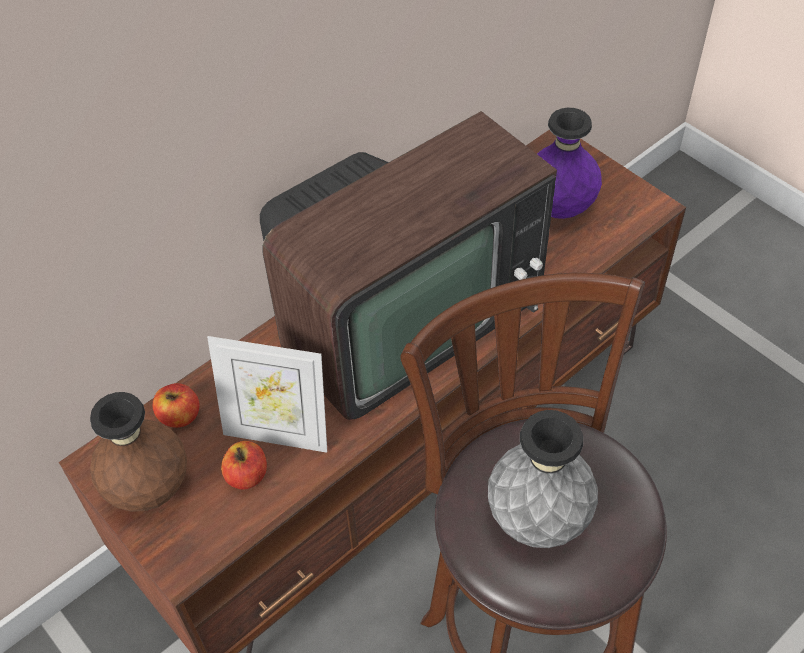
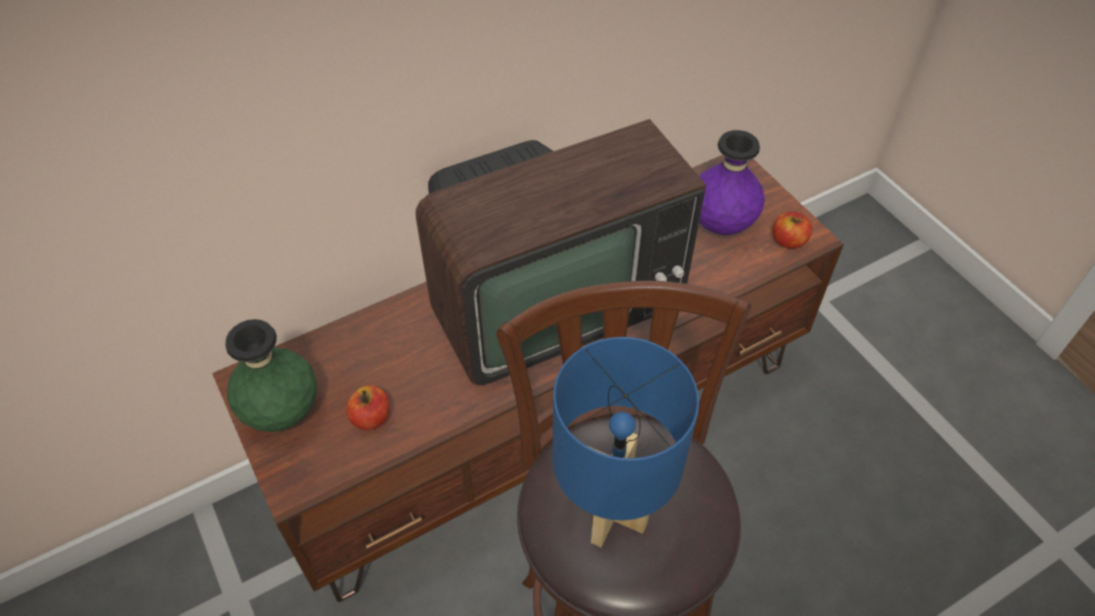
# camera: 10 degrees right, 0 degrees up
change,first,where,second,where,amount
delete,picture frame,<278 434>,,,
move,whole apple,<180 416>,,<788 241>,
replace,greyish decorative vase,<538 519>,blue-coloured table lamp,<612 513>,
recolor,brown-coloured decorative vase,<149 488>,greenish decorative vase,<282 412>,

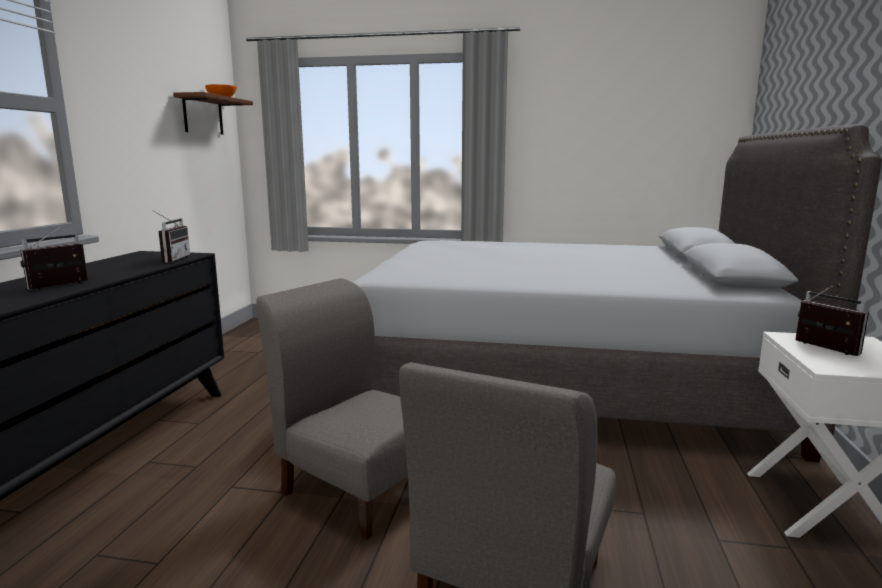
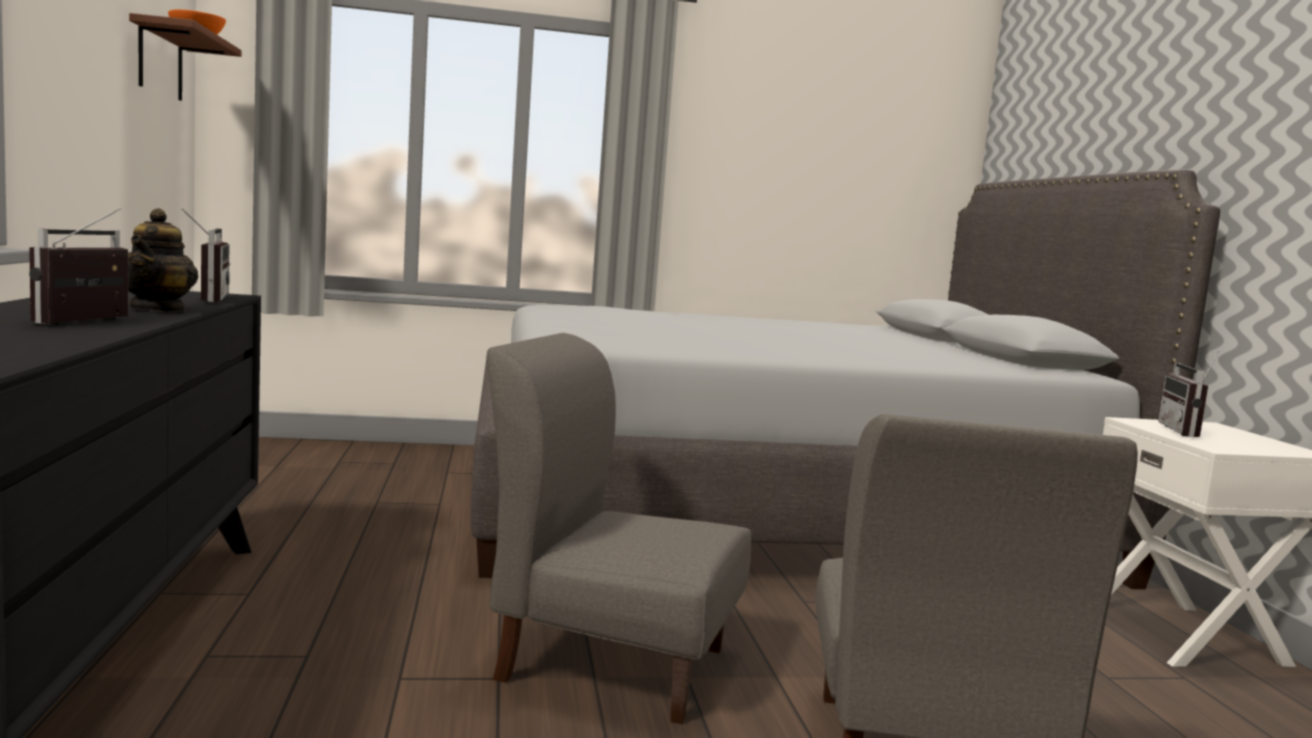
# camera: 20 degrees left, 5 degrees down
change,first,where,second,where,amount
insert,,,pot for tea,<159 309>,
rotate,radio receiver,<822 349>,,<1188 432>,120 degrees counterclockwise

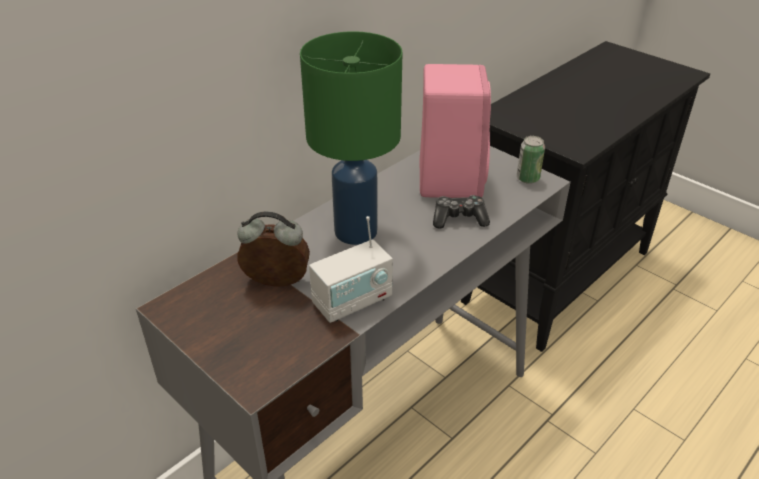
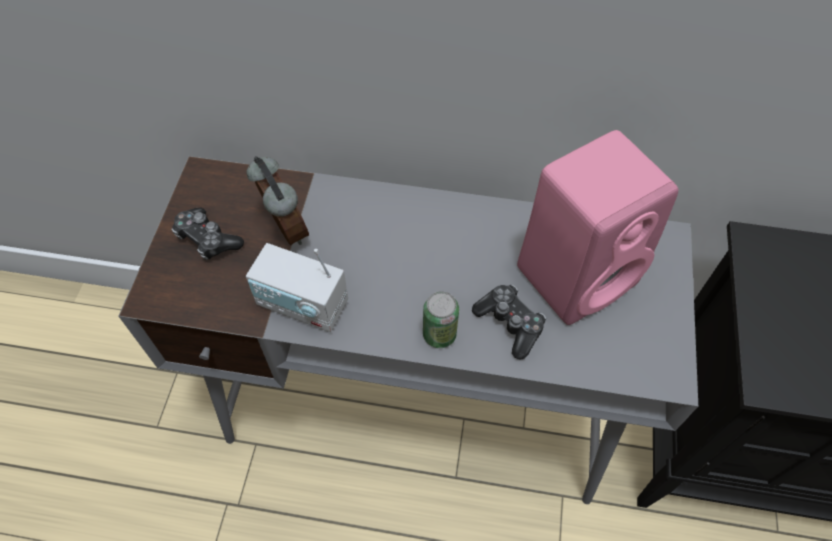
# camera: 55 degrees right, 20 degrees up
change,first,where,second,where,amount
delete,greenish table lamp,<356 232>,,,
insert,,,gamepad,<207 239>,
move,can,<527 178>,,<439 334>,

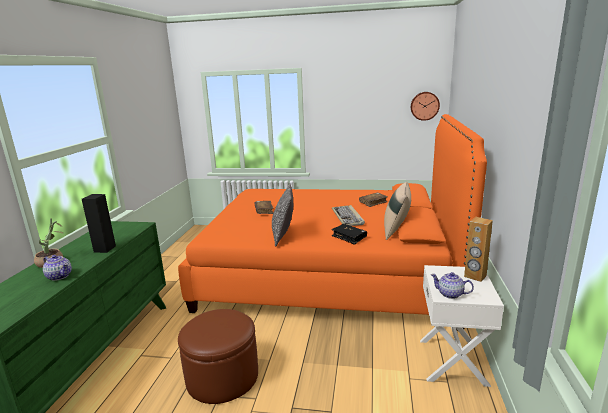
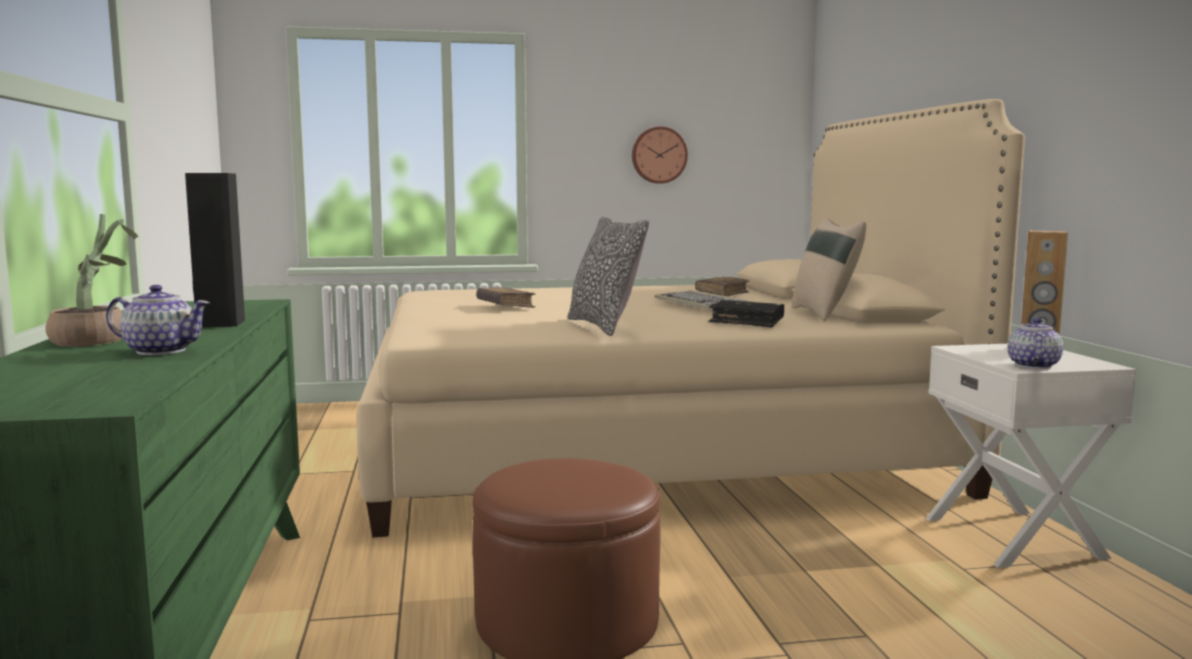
# camera: 20 degrees left, 10 degrees down
change,first,where,second,where,amount
move,hanging clock,<424 106>,,<658 155>,
recolor,orange bedroom bed,<330 274>,beige bedroom bed,<650 451>,
rotate,pot for tea,<450 294>,,<1032 365>,105 degrees clockwise

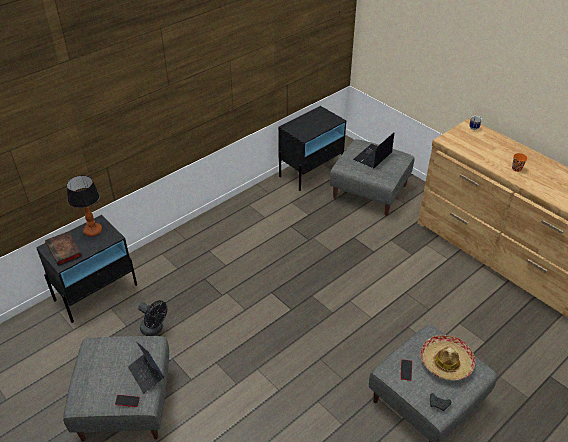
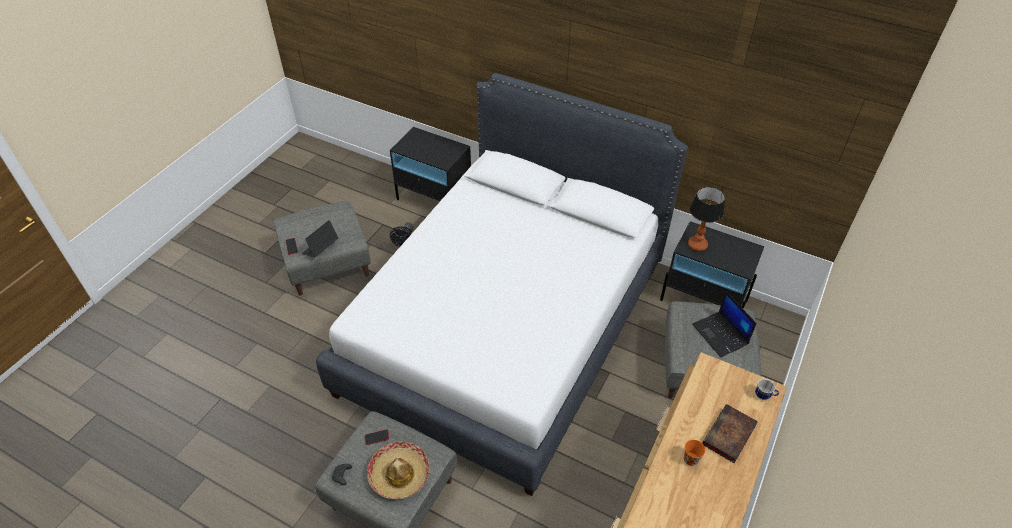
# camera: 70 degrees right, 5 degrees up
change,first,where,second,where,amount
insert,,,white-coloured bedroom bed,<506 327>,
move,volume,<64 250>,,<729 436>,
move,table lamp,<93 231>,,<697 245>,
rotate,laptop,<372 157>,,<721 334>,135 degrees counterclockwise

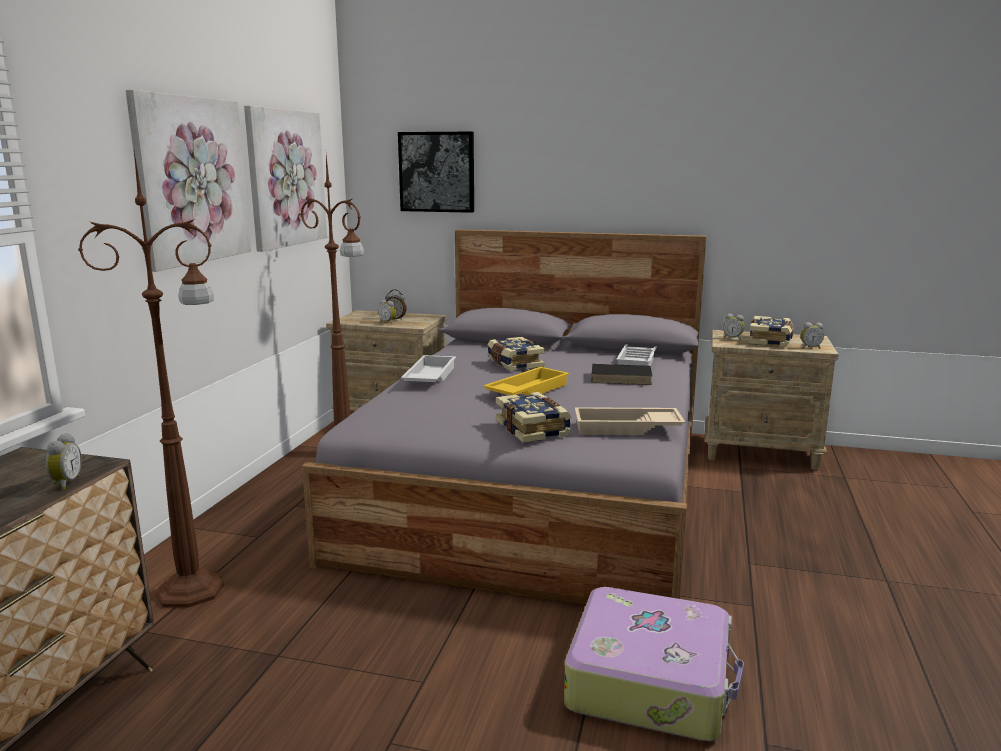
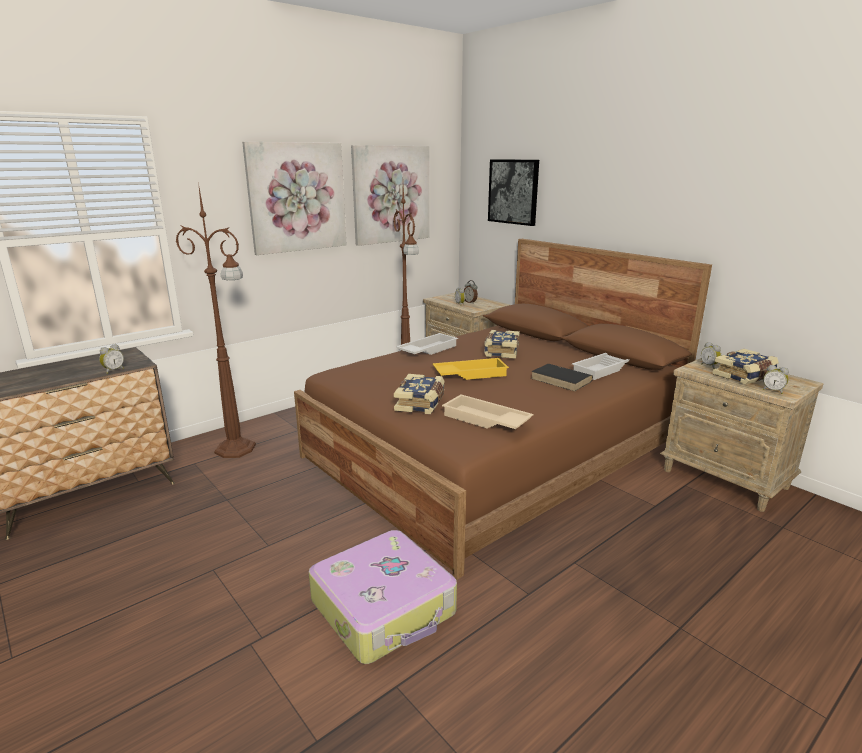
# camera: 35 degrees right, 5 degrees up
change,first,where,second,where,amount
recolor,greyish bedroom bed,<539 487>,brown-coloured bedroom bed,<495 450>,

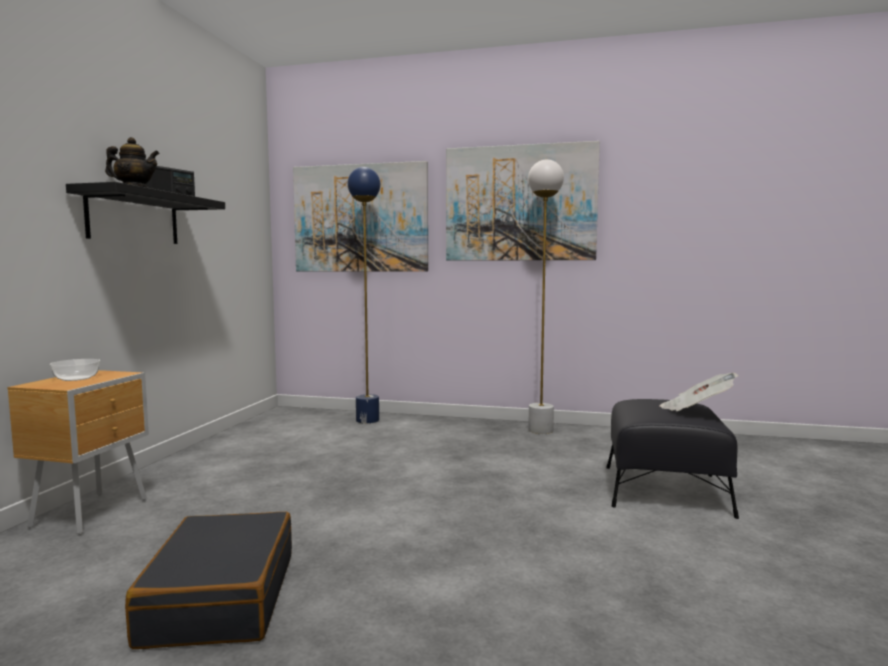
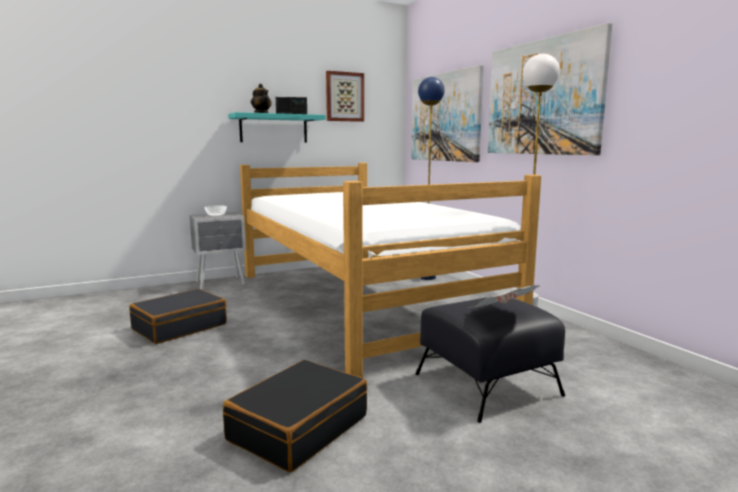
# camera: 50 degrees right, 5 degrees up
change,first,where,second,where,amount
insert,,,blackish suitcase,<298 428>,
insert,,,bedroom bed,<360 302>,
insert,,,wall art,<344 97>,
recolor,brown-coloured night table,<93 512>,greyish night table,<222 283>,
recolor,blackish wall shelf,<134 218>,blue-green wall shelf,<273 128>,

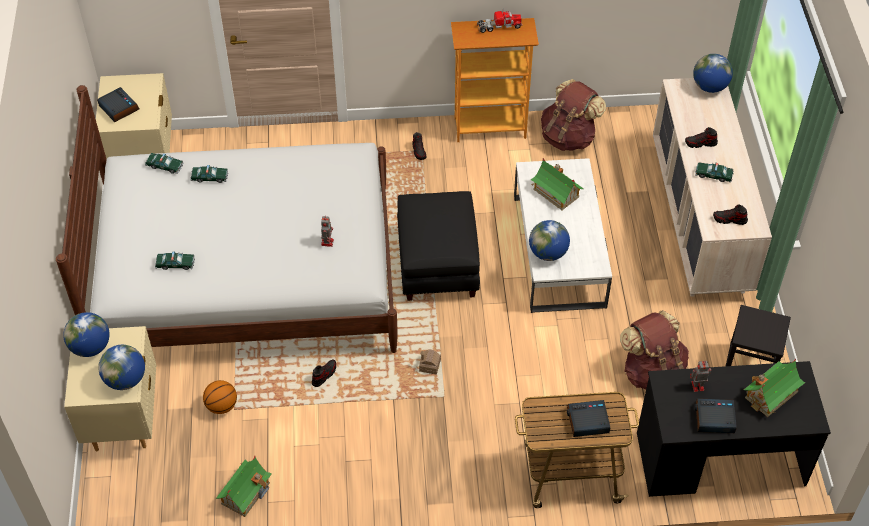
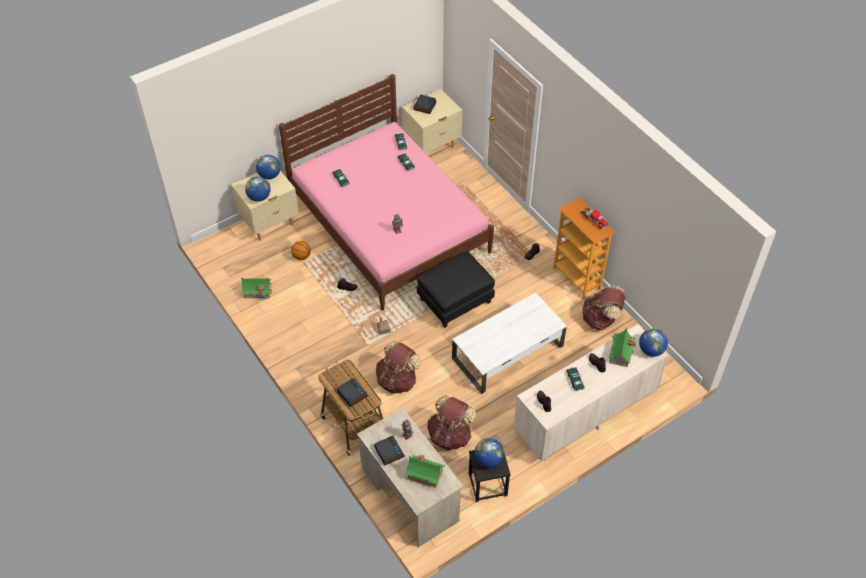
# camera: 60 degrees right, 0 degrees up
change,first,where,second,where,amount
insert,,,brown-coloured backpack,<397 380>,
move,desk globe,<548 253>,,<488 460>,
move,model house,<555 192>,,<620 353>,
recolor,white-coloured bedroom bed,<248 275>,pinkish bedroom bed,<389 225>,
recolor,blackish desk unit,<719 459>,beige desk unit,<409 494>,

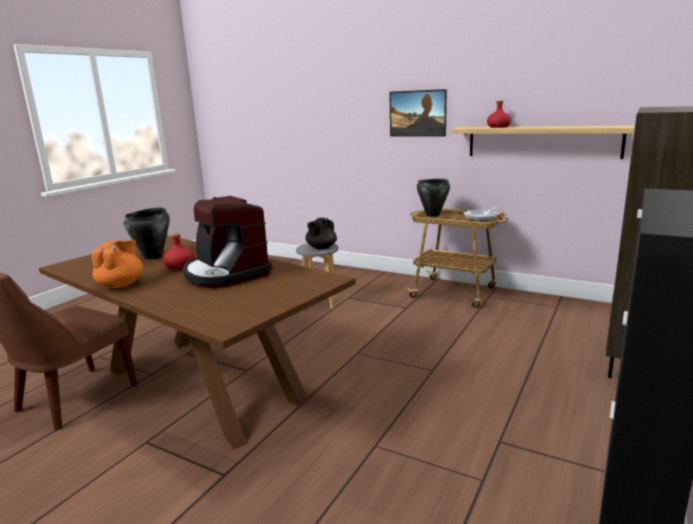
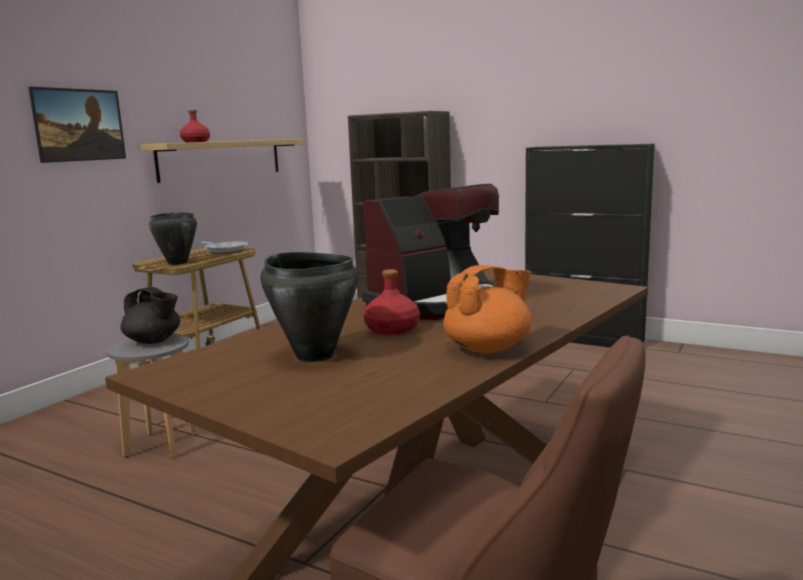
# camera: 90 degrees left, 5 degrees down
change,first,where,second,where,amount
rotate,orange pot for tea,<121 285>,,<488 348>,135 degrees clockwise

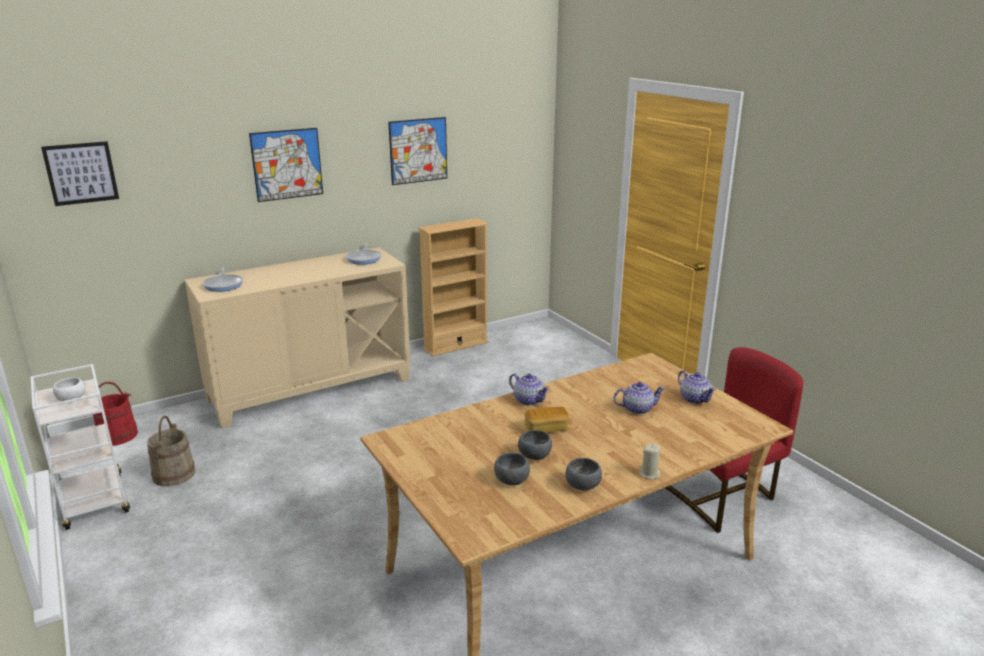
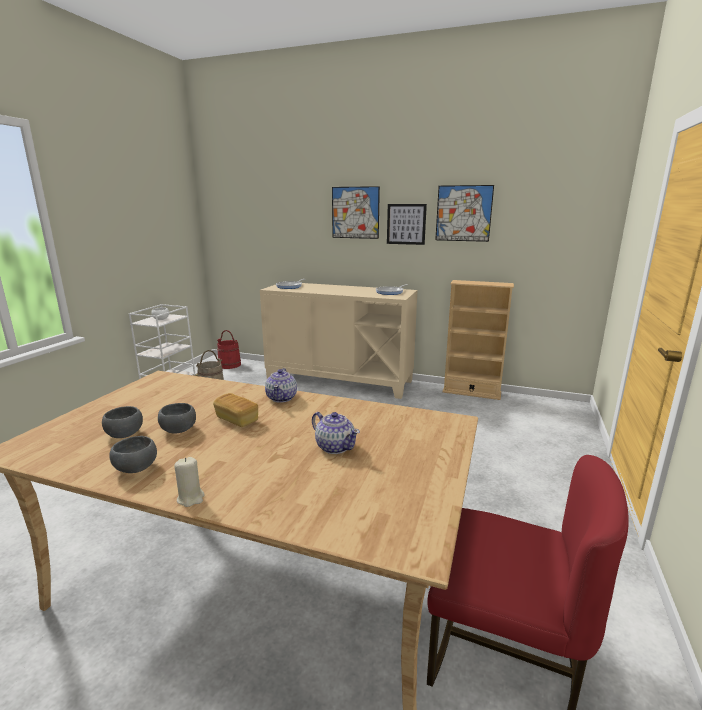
# camera: 50 degrees right, 5 degrees down
change,first,where,second,where,amount
delete,pot for tea,<694 399>,,,
move,wall art,<81 173>,,<406 224>,

